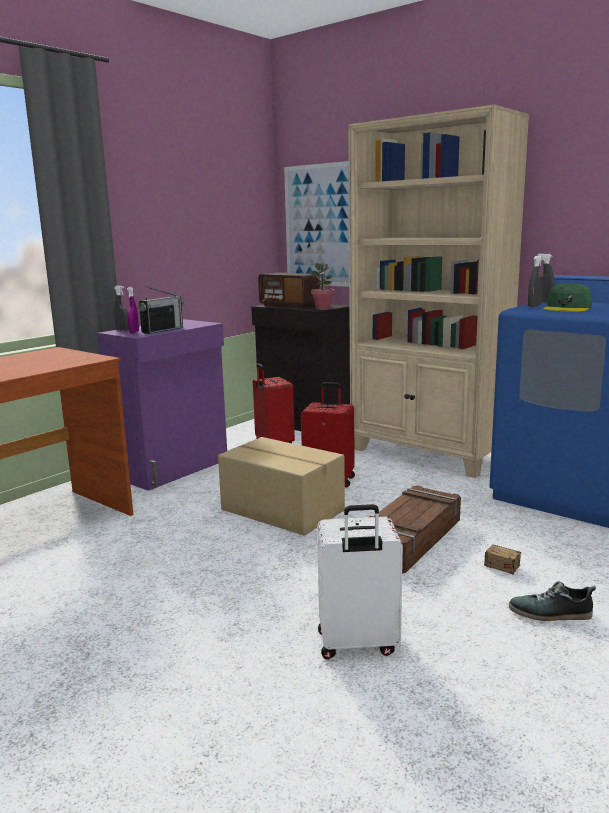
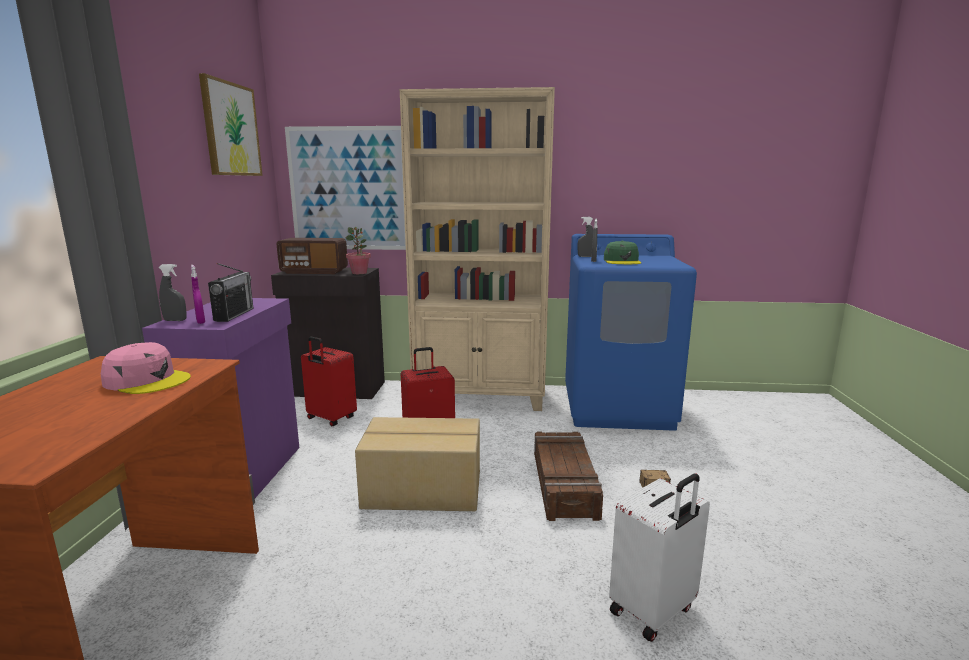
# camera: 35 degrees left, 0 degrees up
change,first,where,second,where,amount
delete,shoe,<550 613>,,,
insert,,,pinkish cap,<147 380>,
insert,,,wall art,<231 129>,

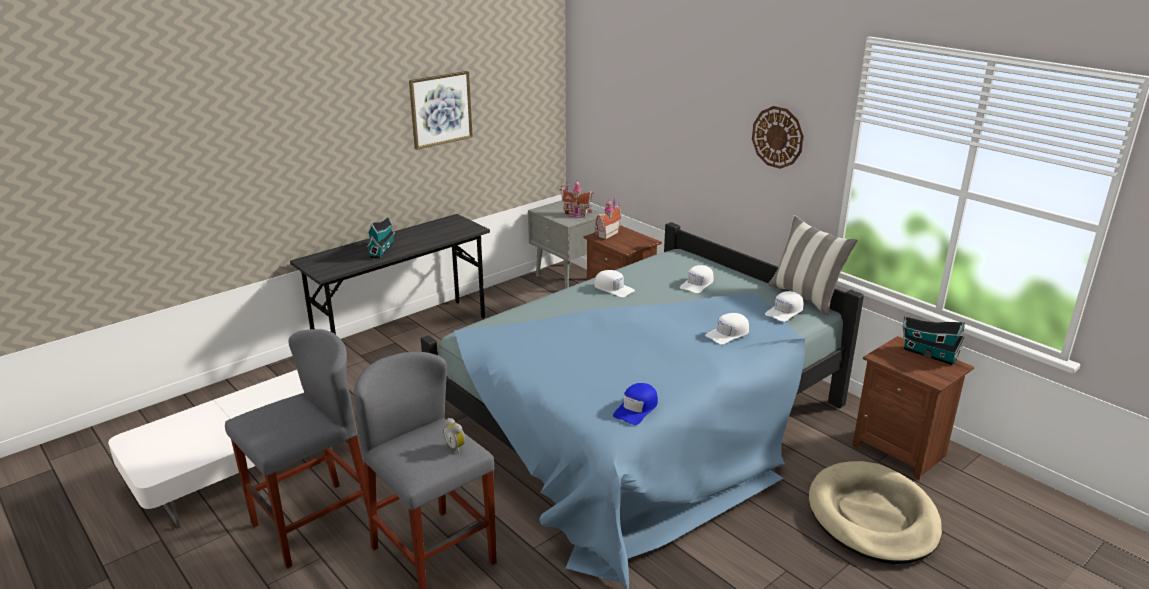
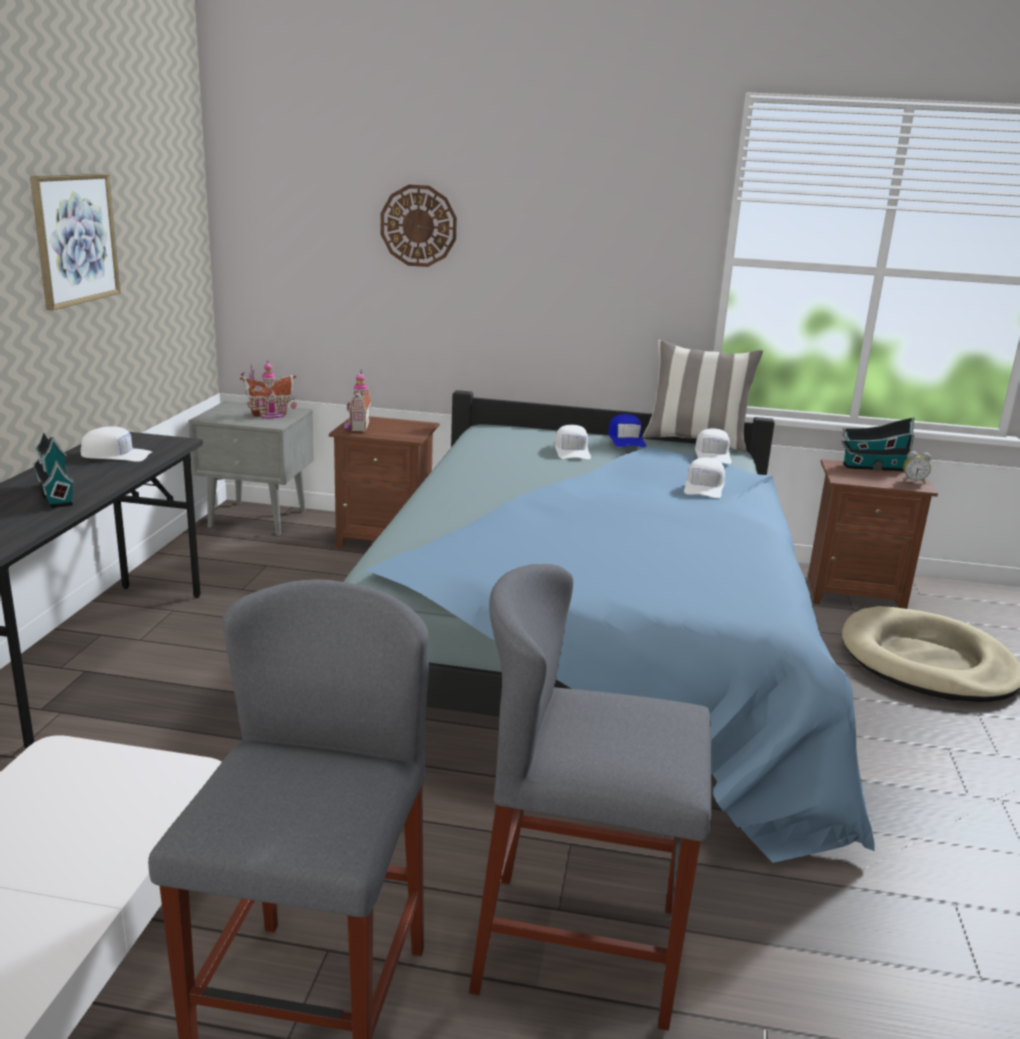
# camera: 40 degrees left, 5 degrees down
change,first,where,second,where,amount
move,table clock,<456 447>,,<913 481>,
move,white-coloured cap,<613 288>,,<116 455>,
move,blue-coloured cap,<636 409>,,<626 439>,
move,hanging clock,<777 137>,,<418 226>,

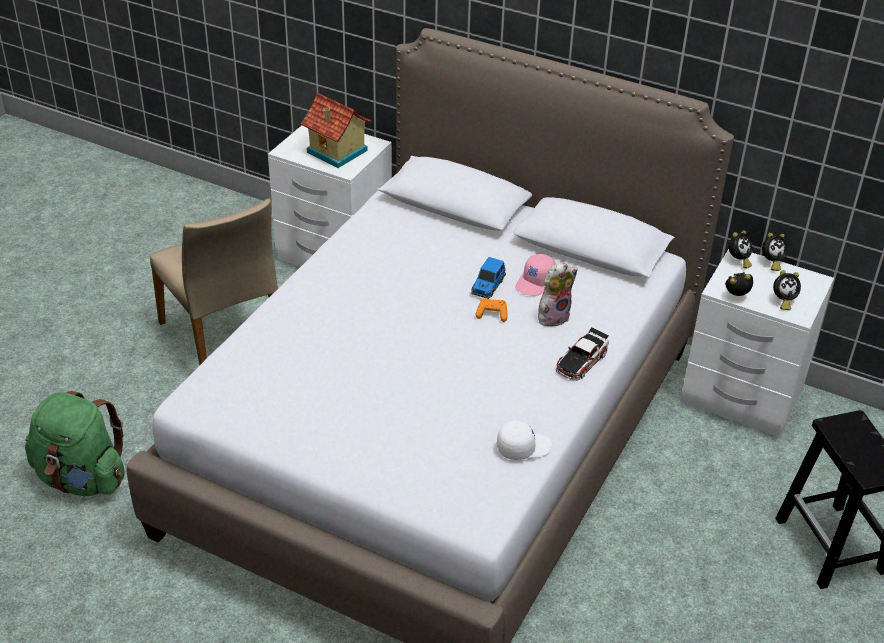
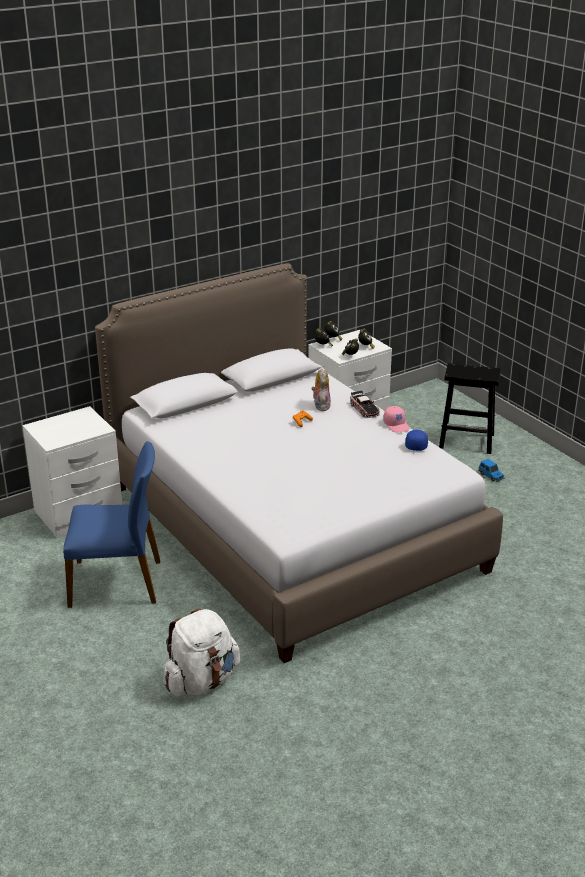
# camera: 60 degrees left, 10 degrees down
change,first,where,second,where,amount
delete,model house,<336 152>,,,
move,miniature car,<487 286>,,<491 476>,
move,pinkish cap,<536 283>,,<396 425>,
recolor,greenish backpack,<82 478>,white-coloured backpack,<202 681>,
recolor,beige chair,<224 337>,blue-coloured chair,<117 582>,
recolor,white-coloured cap,<523 447>,blue-coloured cap,<416 444>,

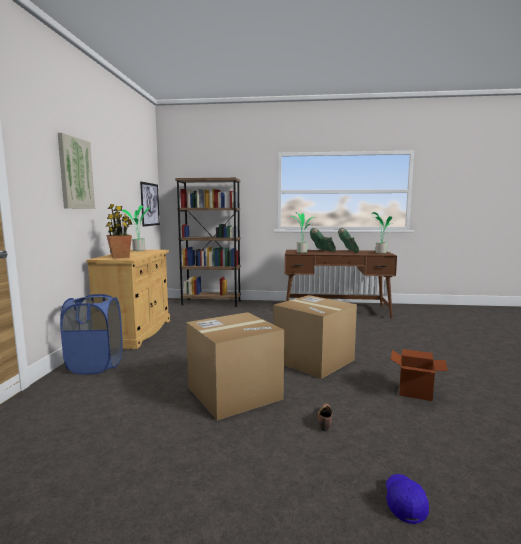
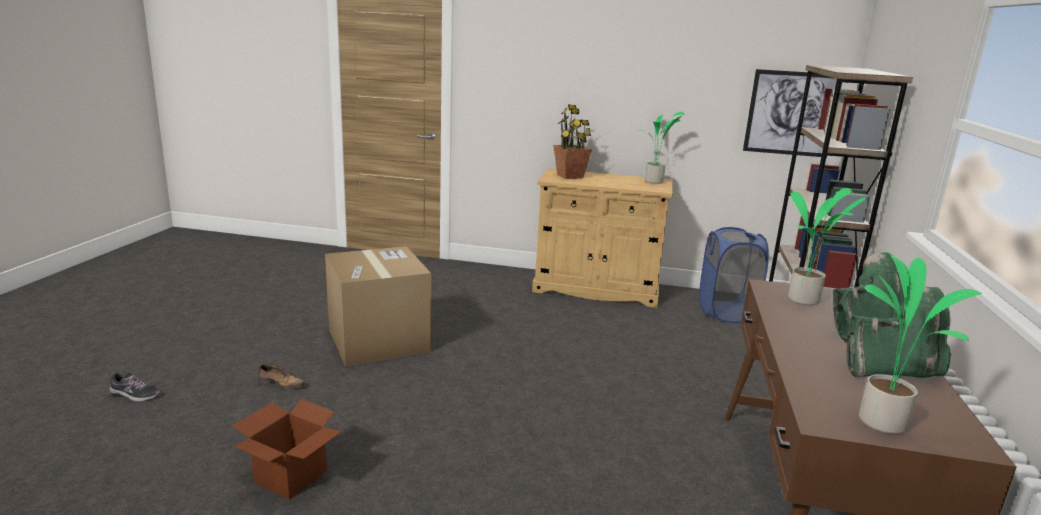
# camera: 95 degrees right, 10 degrees up
change,first,where,second,where,amount
delete,wall art,<75 173>,,,
delete,packing box,<313 360>,,,
move,blue-coloured laundry basket,<96 365>,,<726 312>,
replace,blue-coloured cap,<404 503>,shoe,<135 395>,

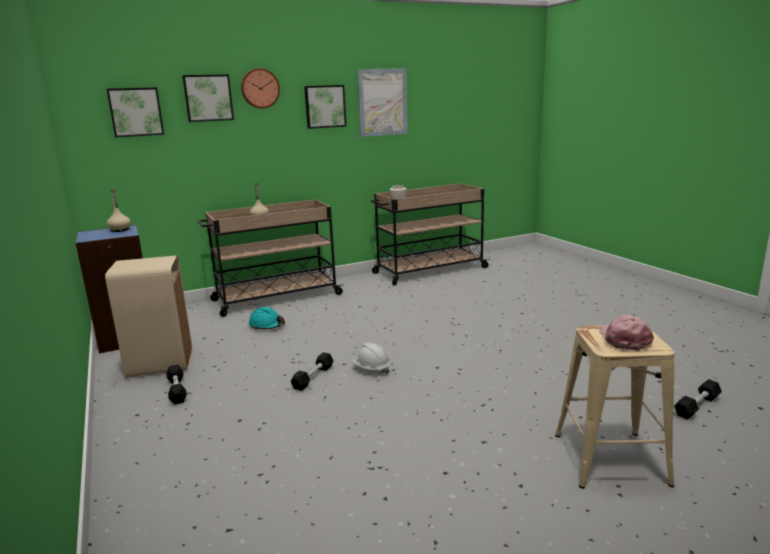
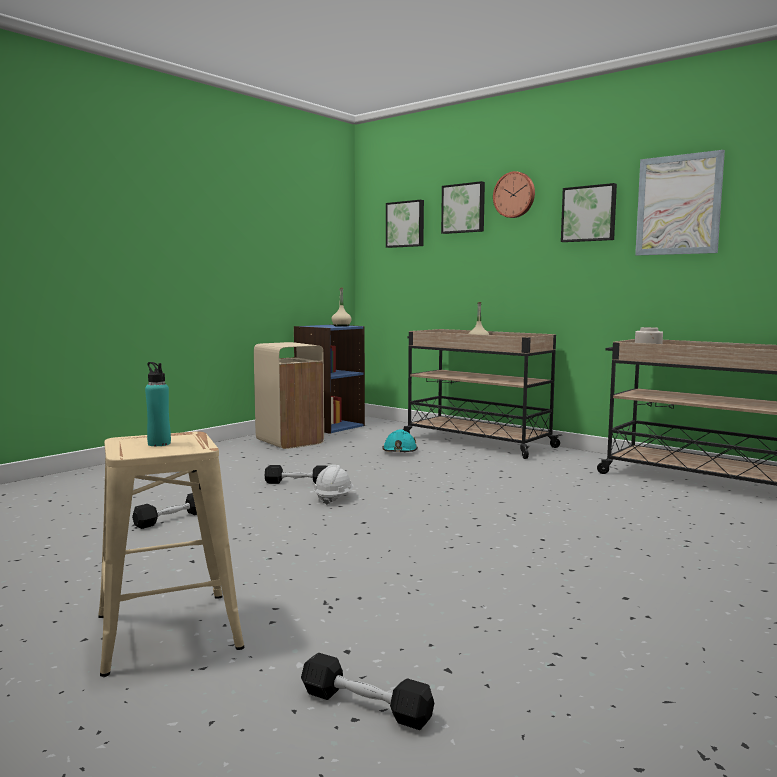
# camera: 65 degrees right, 10 degrees down
change,first,where,second,where,amount
move,blackish hand weight,<177 390>,,<172 519>,
replace,pinkish cap,<624 339>,blue-green bottle,<159 444>,

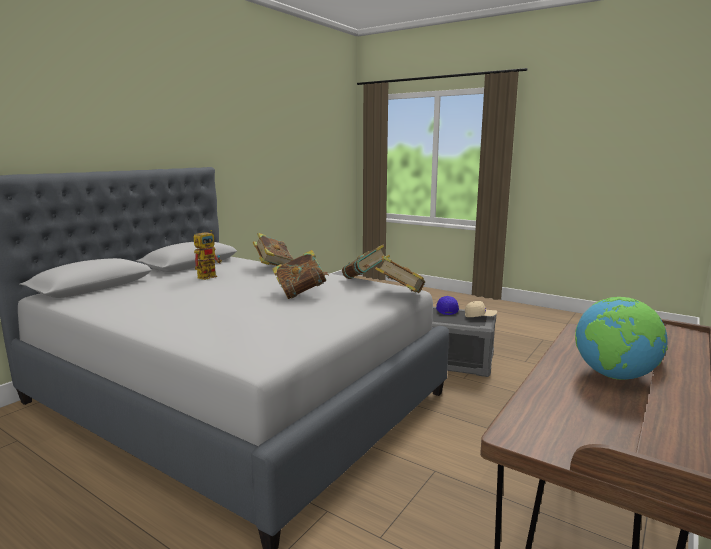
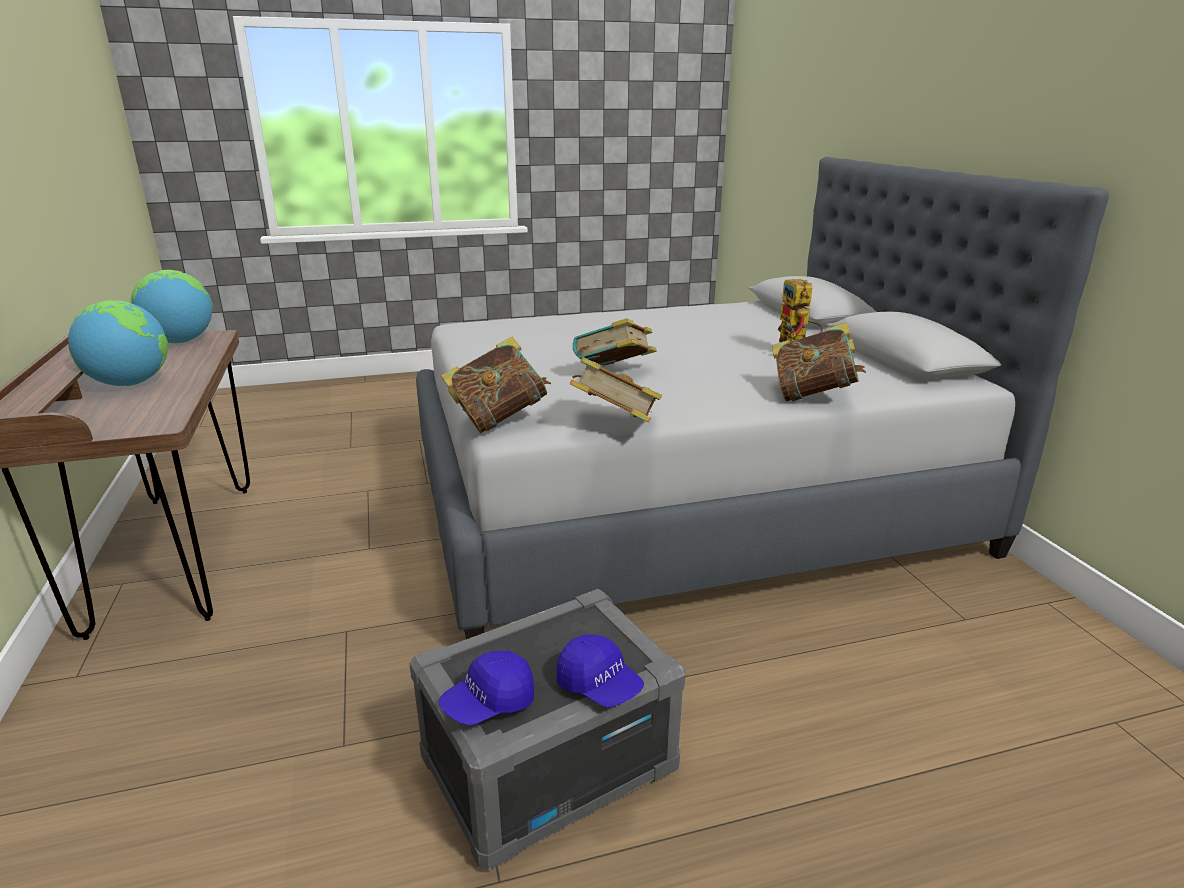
# camera: 130 degrees right, 10 degrees up
change,first,where,second,where,amount
insert,,,desk globe,<180 341>,
recolor,beige cap,<480 316>,blue-coloured cap,<489 703>,

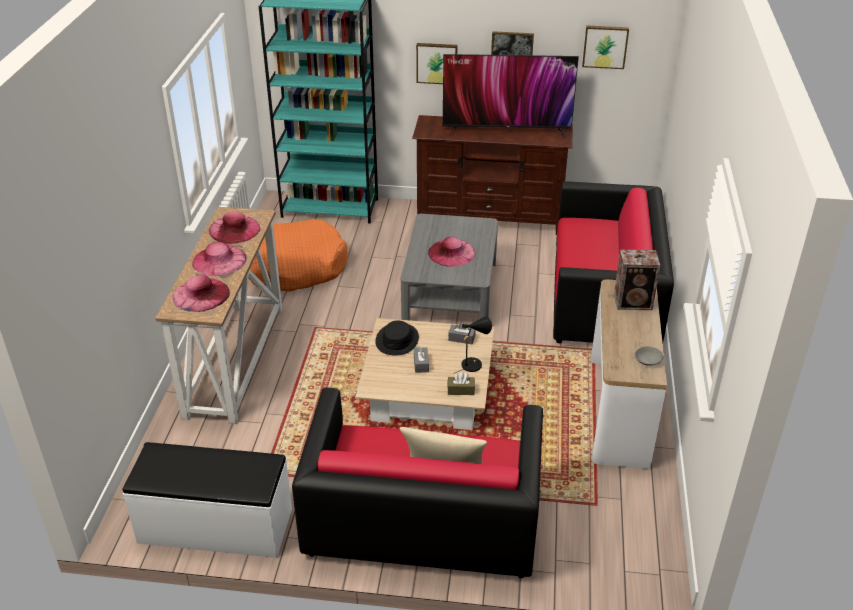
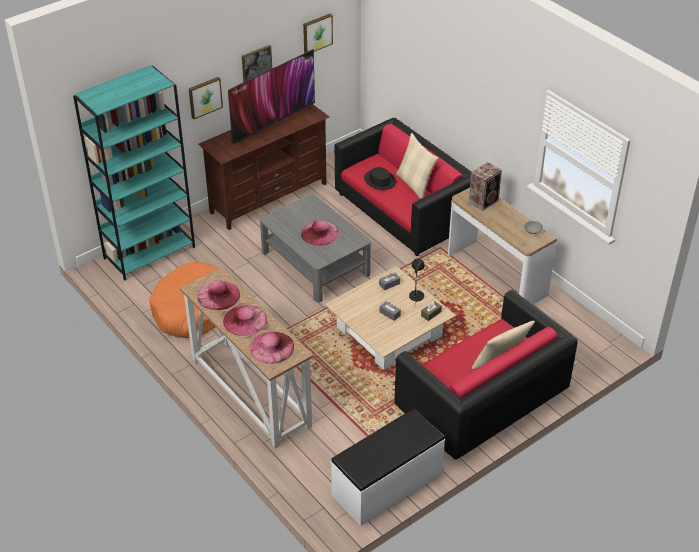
# camera: 45 degrees left, 5 degrees up
change,first,where,second,where,amount
insert,,,beige throw pillow,<415 184>,
move,blackish wearable hat,<397 340>,,<380 180>,

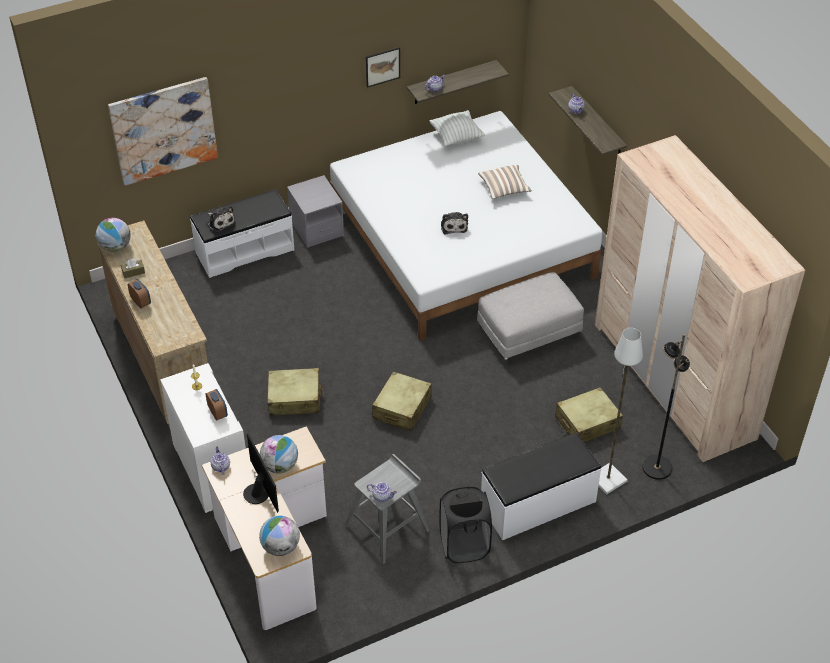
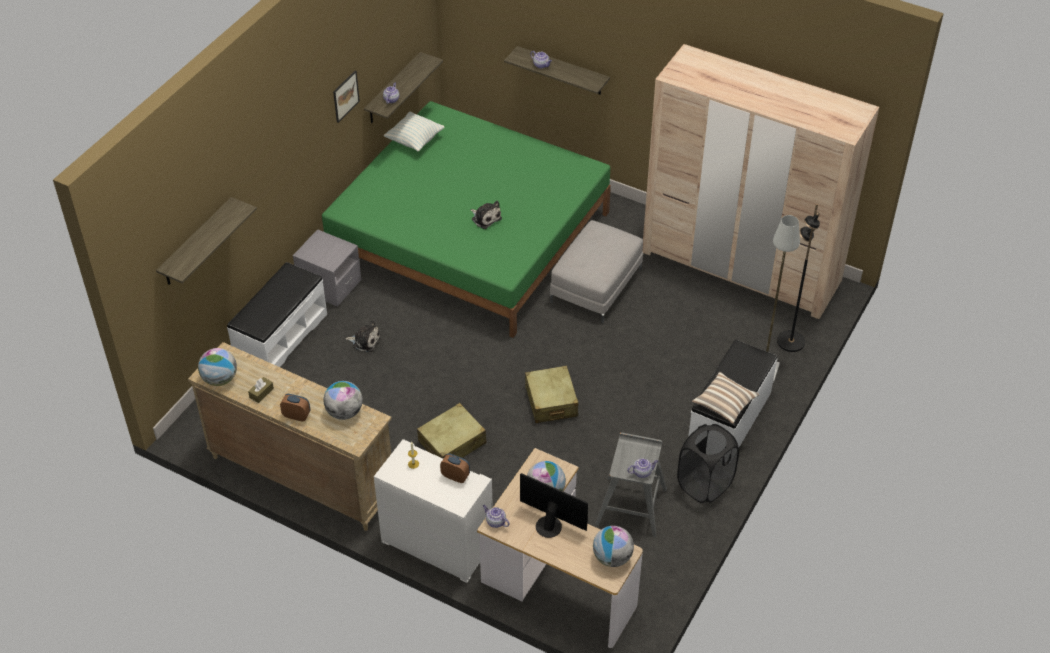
# camera: 35 degrees left, 0 degrees up
change,first,where,second,where,amount
delete,beige suitcase,<587 423>,,,
insert,,,desk globe,<344 412>,
move,plush toy,<220 222>,,<364 341>,
move,throw pillow,<504 188>,,<724 404>,
replace,wall art,<164 130>,wall shelf,<196 243>,
recolor,white-coloured bedroom bed,<462 242>,greenish bedroom bed,<470 236>,

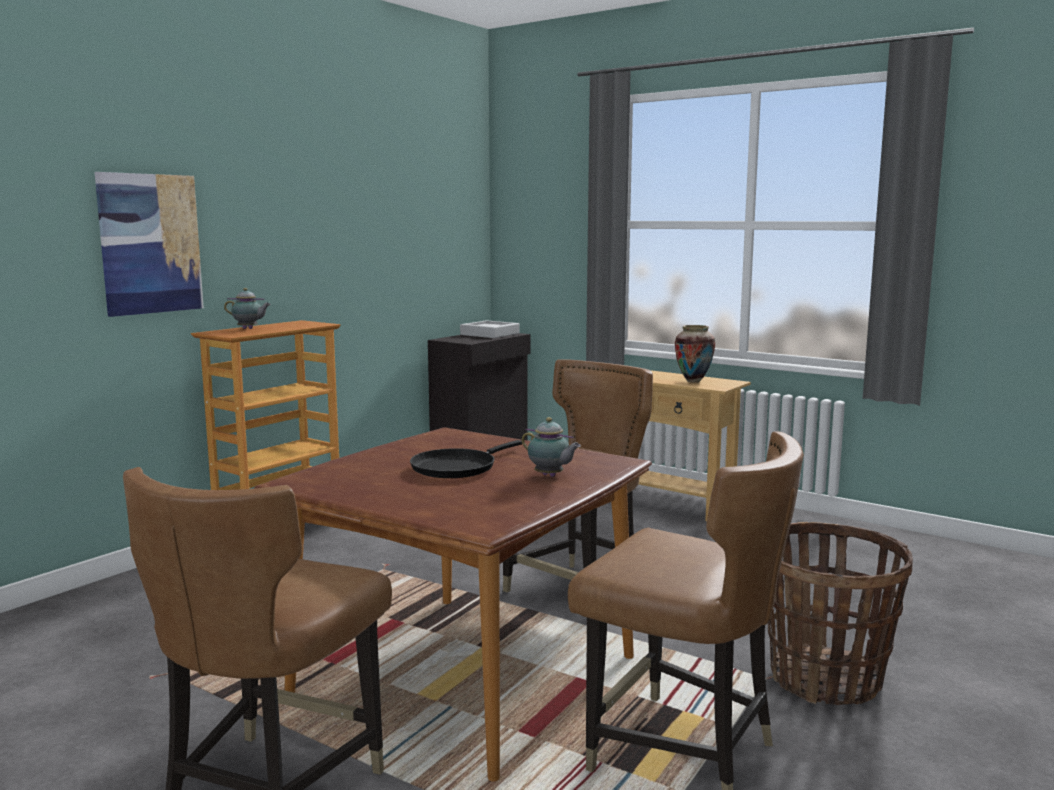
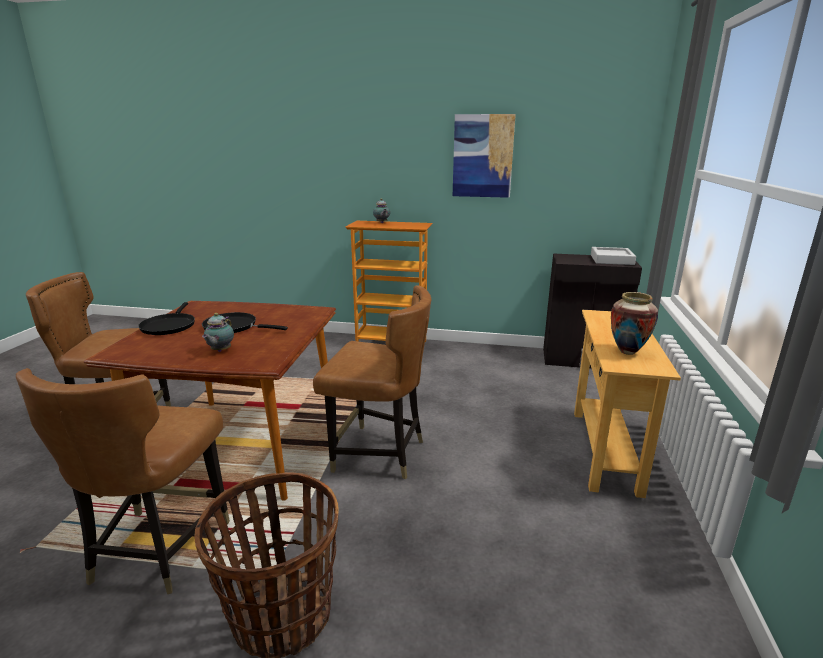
# camera: 65 degrees right, 10 degrees up
change,first,where,second,where,amount
insert,,,blackish frying pan,<169 326>,
move,wall art,<150 244>,,<483 156>,

